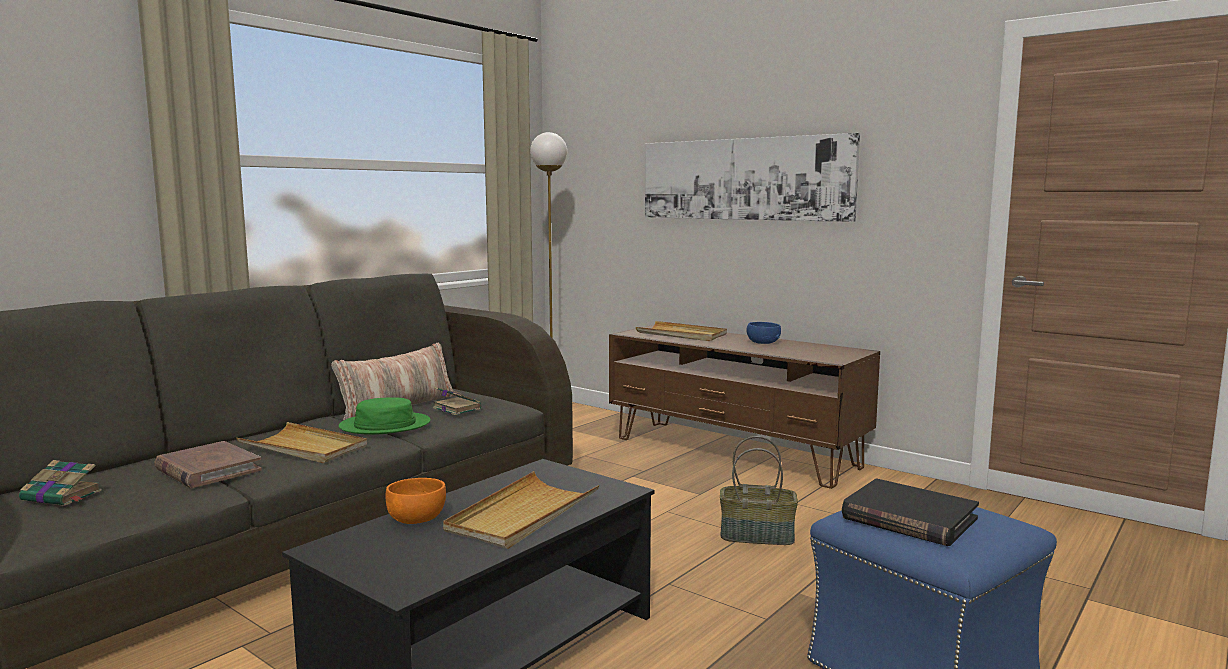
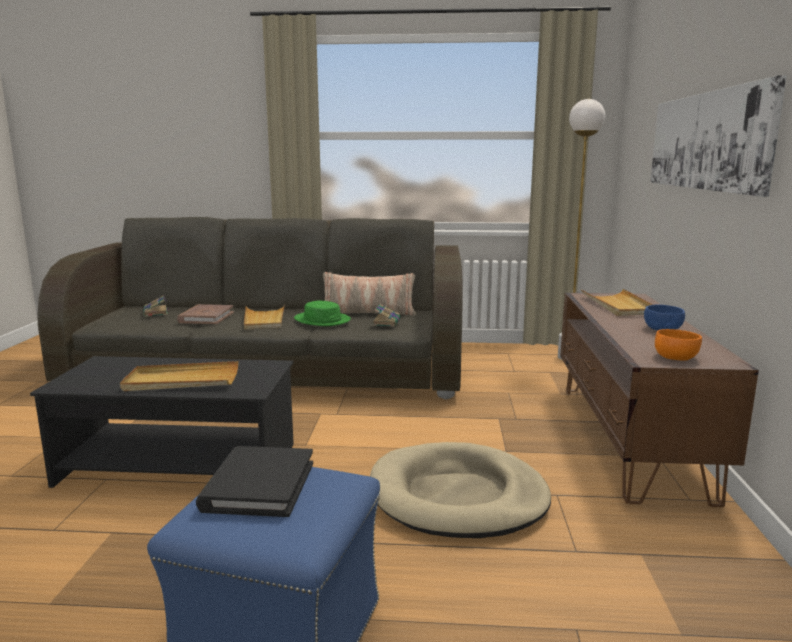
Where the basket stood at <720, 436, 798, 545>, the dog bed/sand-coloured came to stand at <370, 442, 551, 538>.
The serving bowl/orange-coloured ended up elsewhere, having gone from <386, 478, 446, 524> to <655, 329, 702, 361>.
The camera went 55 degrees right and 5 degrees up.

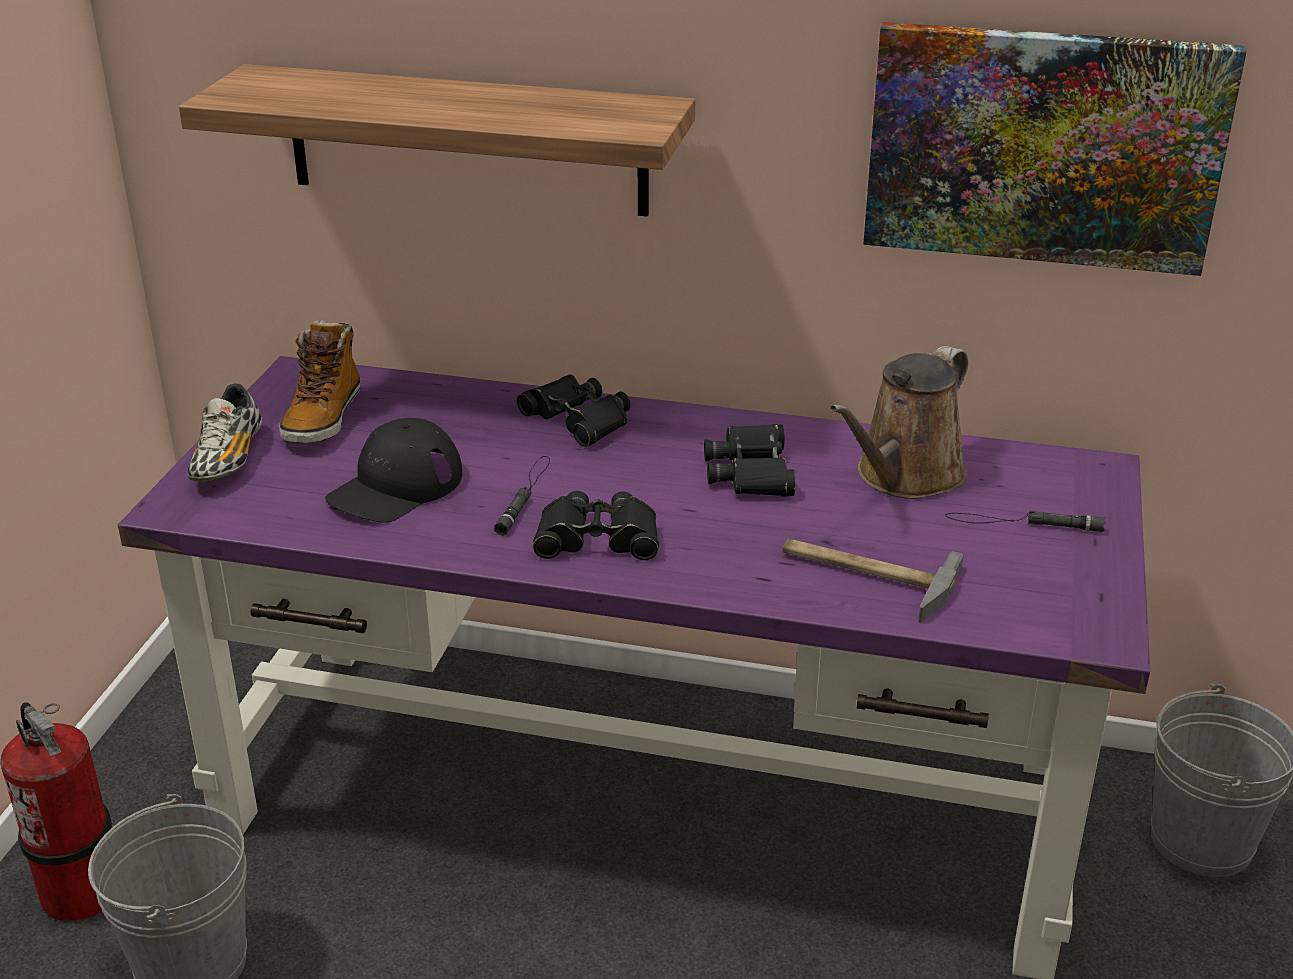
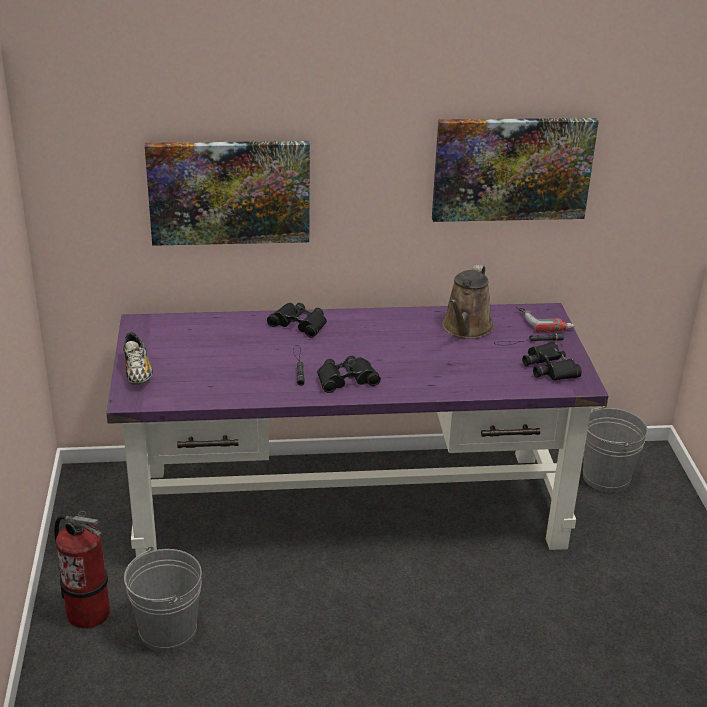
Where the bracket shelf hung at <179, 64, 695, 217>, the picture came to hang at <145, 141, 310, 246>.
The second view gained the power drill at <516, 306, 575, 332>.
The binoculars/blackish ended up elsewhere, having gone from <704, 424, 795, 497> to <522, 342, 582, 381>.
The second view lost the tall boot at <279, 320, 361, 444>.
The second view lost the cap/blackish at <325, 418, 462, 522>.
The second view lost the hammer at <782, 538, 963, 623>.
The camera went 20 degrees left and 0 degrees up.

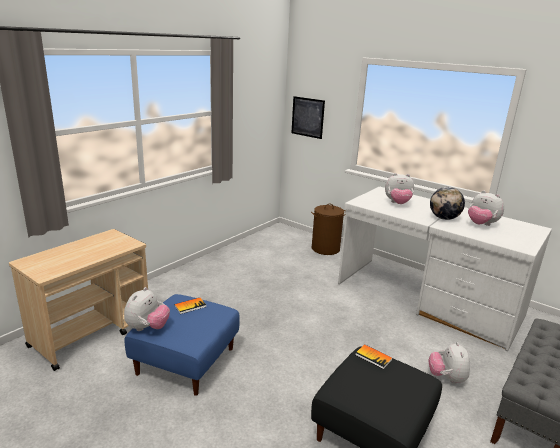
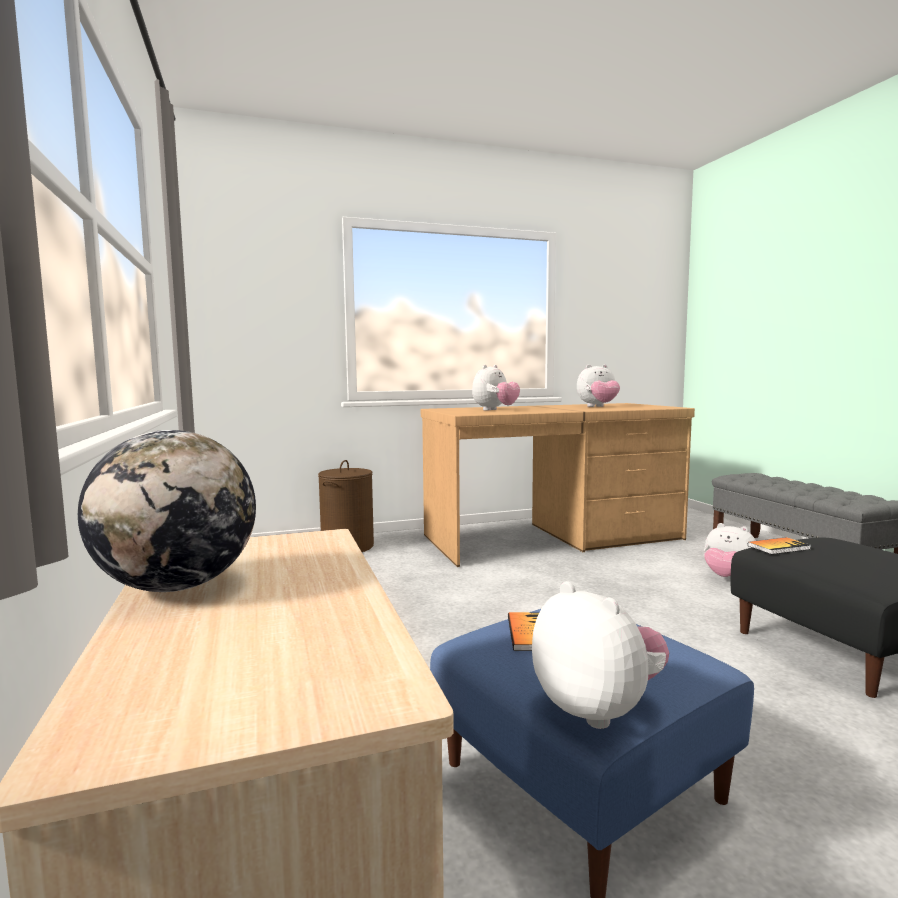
The world globe ended up elsewhere, having gone from <430, 187, 465, 220> to <78, 430, 256, 592>.
What was the desk/whitish at <338, 186, 552, 351> turned into the desk/brown-coloured at <421, 403, 695, 567>.
The second view lost the picture at <291, 96, 325, 139>.
The camera went 55 degrees left and 15 degrees down.

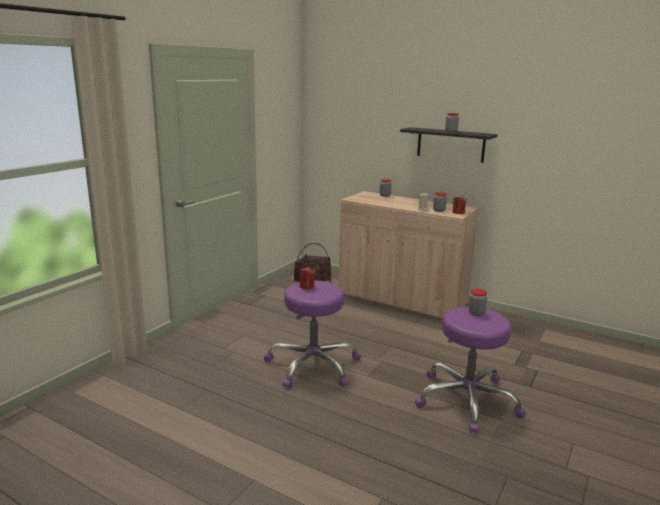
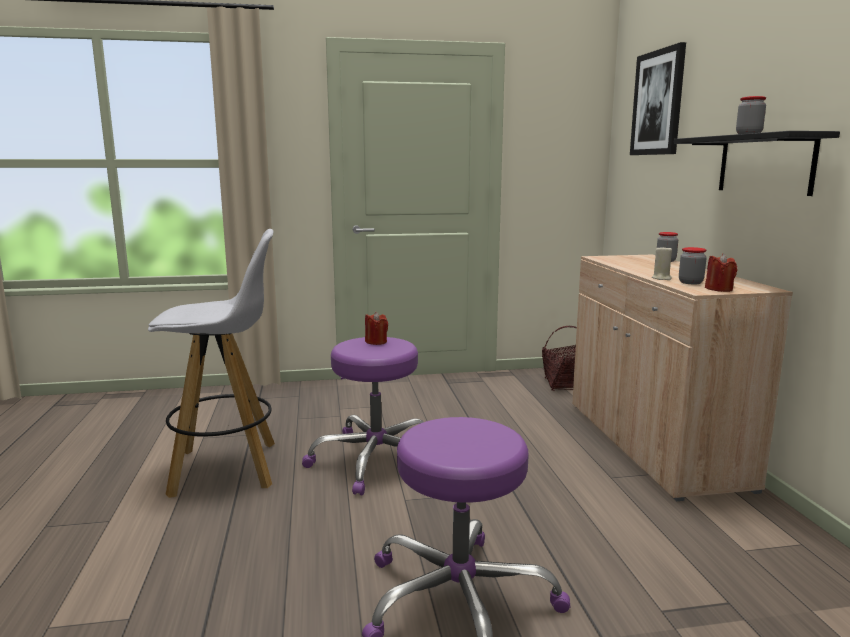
The second view gained the stool seat/whitish at <148, 229, 275, 498>.
The second view gained the picture at <630, 42, 686, 155>.
The second view lost the storage jar at <469, 289, 487, 316>.
The camera went 50 degrees right and 5 degrees down.

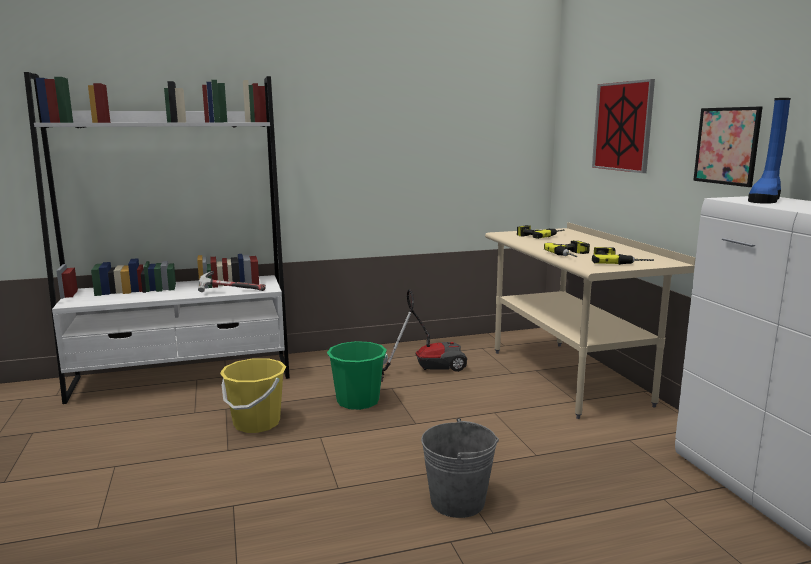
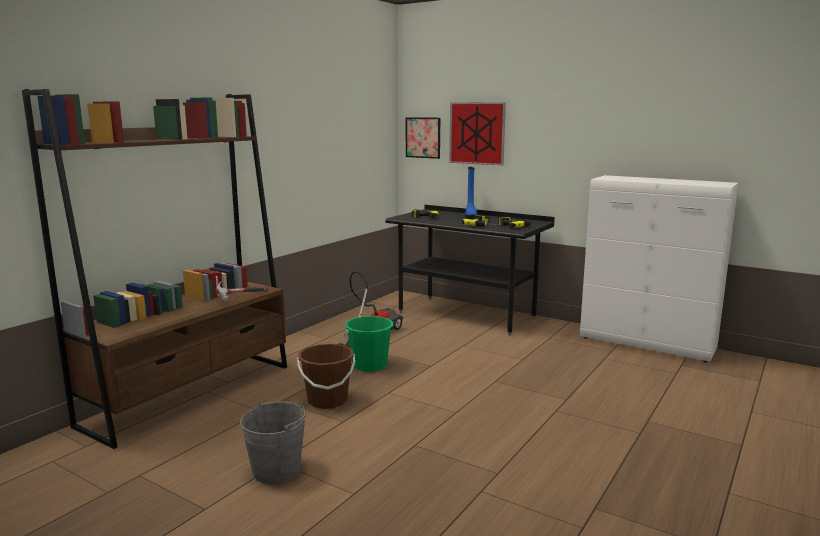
What was the shelving unit/whitish at <24, 72, 290, 404> turned into the shelving unit/brown-coloured at <22, 89, 287, 449>.
The pail/grey ended up elsewhere, having gone from <421, 418, 499, 518> to <240, 402, 306, 484>.
What was the pail/yellow at <220, 358, 286, 433> turned into the pail/brown-coloured at <297, 344, 355, 409>.
What was the desk/sand-coloured at <485, 222, 695, 419> turned into the desk/blackish at <385, 205, 555, 336>.
The picture ended up elsewhere, having gone from <693, 107, 763, 187> to <406, 117, 440, 159>.
The tall boot/blue-coloured ended up elsewhere, having gone from <748, 98, 791, 204> to <465, 167, 478, 219>.
The camera went 40 degrees left and 0 degrees up.

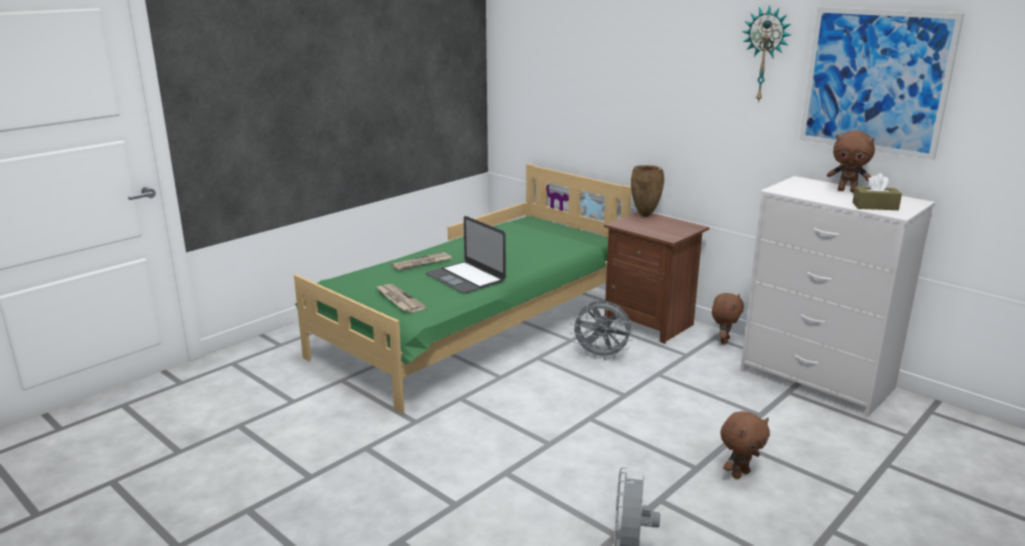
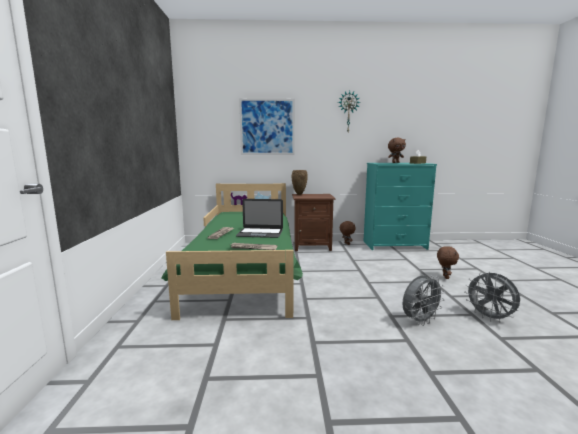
The picture ended up elsewhere, having gone from <800, 7, 964, 160> to <239, 98, 295, 155>.
What was the chest of drawers/whitish at <740, 176, 935, 417> turned into the chest of drawers/turquoise-coloured at <364, 163, 437, 250>.
The cooling fan/grey ended up elsewhere, having gone from <570, 301, 633, 361> to <402, 276, 444, 326>.
The camera went 45 degrees left and 10 degrees down.

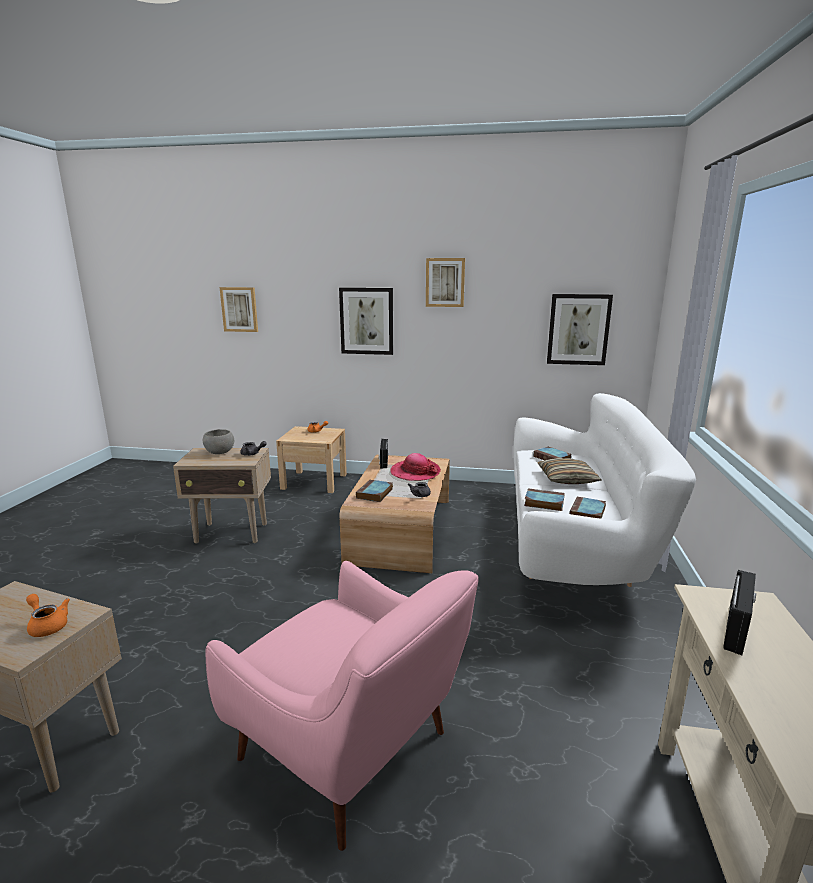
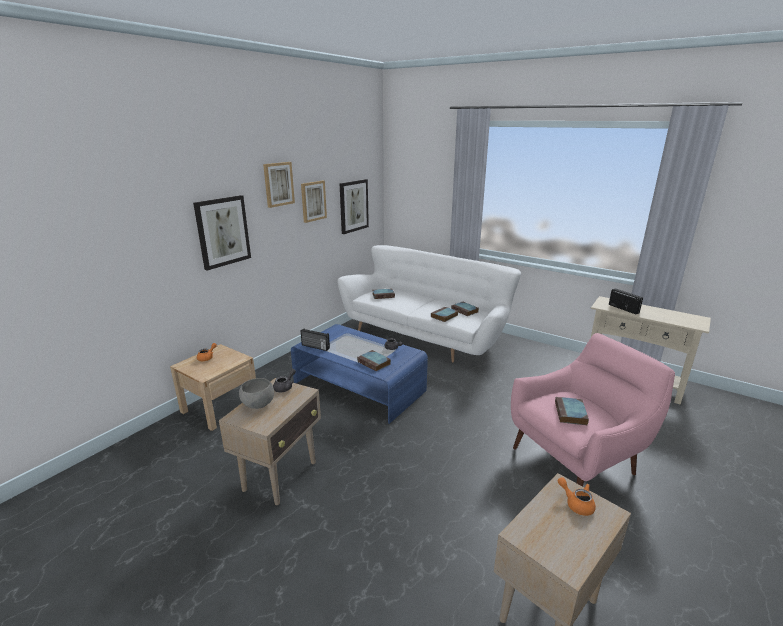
What was the lounge table/brown-coloured at <340, 455, 450, 573> turned into the lounge table/blue-coloured at <291, 324, 428, 424>.
The picture ended up elsewhere, having gone from <220, 287, 258, 332> to <301, 181, 327, 223>.
The second view gained the bound book at <555, 397, 589, 425>.
The pot for tea/orange-coloured at <26, 594, 70, 637> ended up facing another way, 75 degrees clockwise from before.
The second view lost the clothing hat at <390, 453, 441, 481>.
The second view lost the throw pillow at <537, 458, 601, 484>.
The camera went 65 degrees left and 5 degrees up.

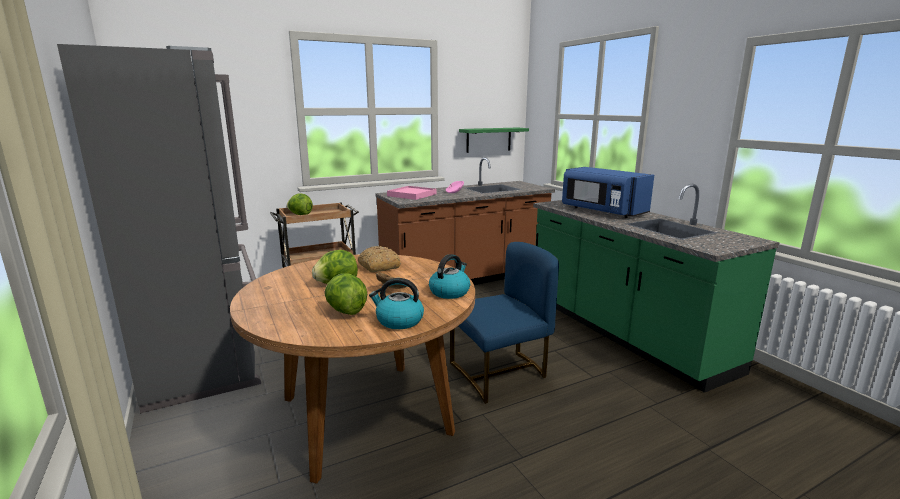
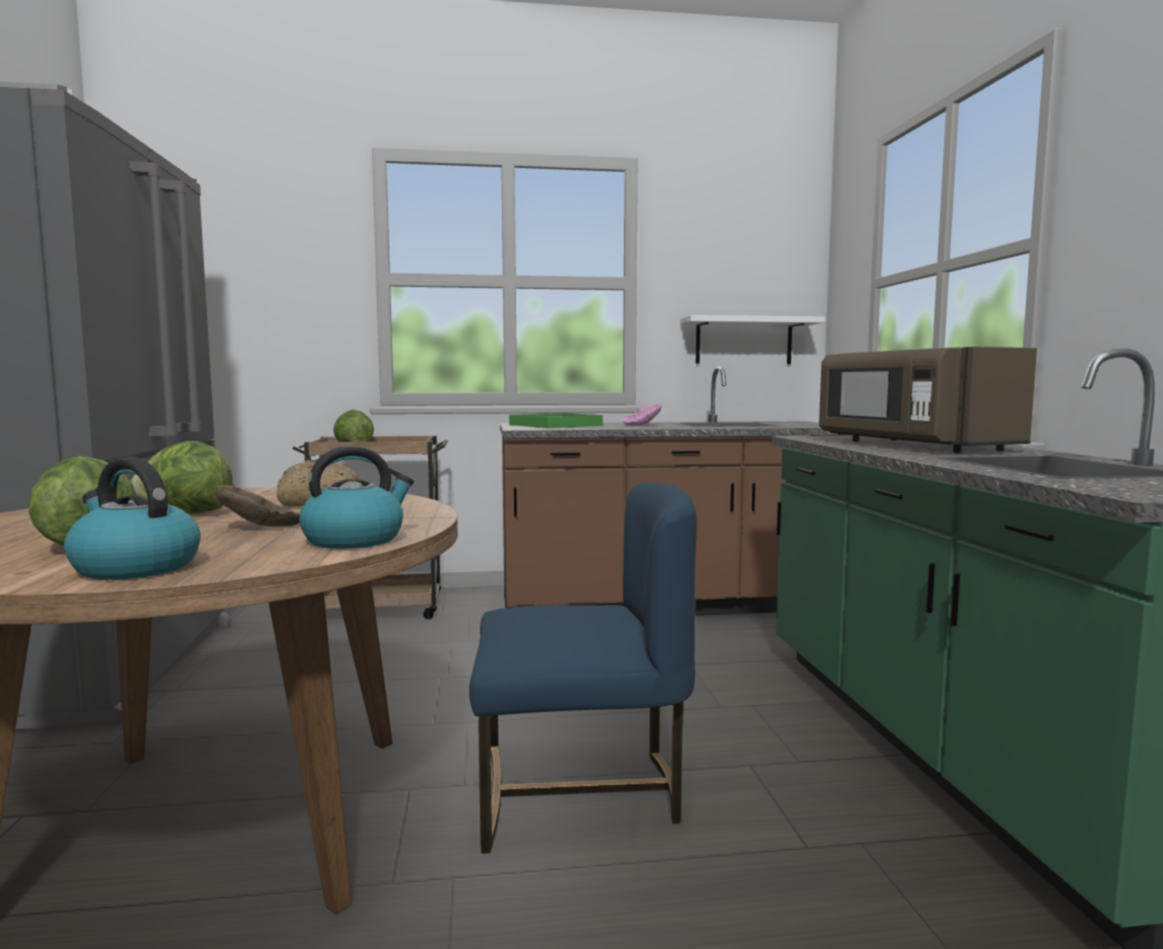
What was the serving tray/pink at <387, 186, 436, 200> turned into the serving tray/greenish at <509, 413, 603, 428>.
What was the bracket shelf/greenish at <459, 128, 529, 153> turned into the bracket shelf/whitish at <680, 315, 824, 364>.
What was the microwave/blue-coloured at <562, 167, 654, 218> turned into the microwave/brown-coloured at <819, 347, 1037, 453>.
The camera went 20 degrees right and 10 degrees down.

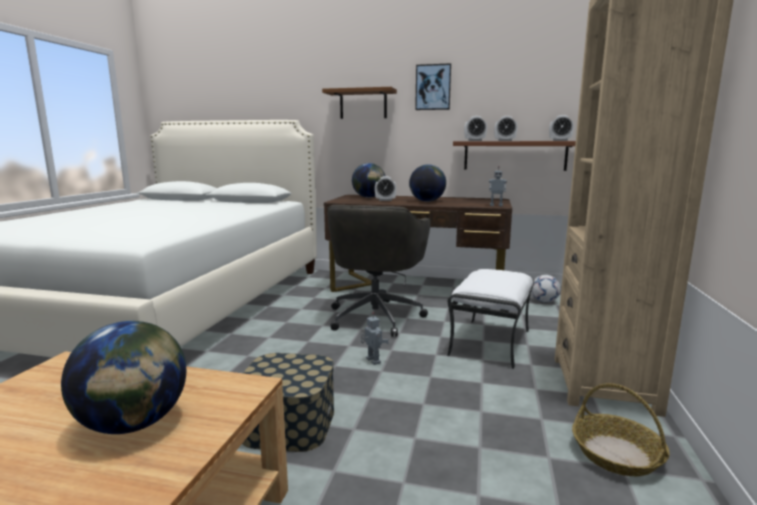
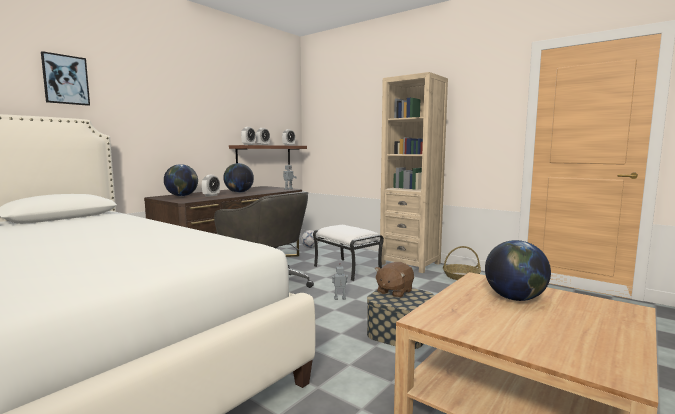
The picture ended up elsewhere, having gone from <415, 63, 451, 110> to <41, 51, 90, 106>.
The second view gained the soft toy/brown-coloured at <375, 262, 414, 298>.
The second view lost the bracket shelf/brown-coloured at <322, 87, 397, 119>.
The camera went 65 degrees left and 5 degrees down.

